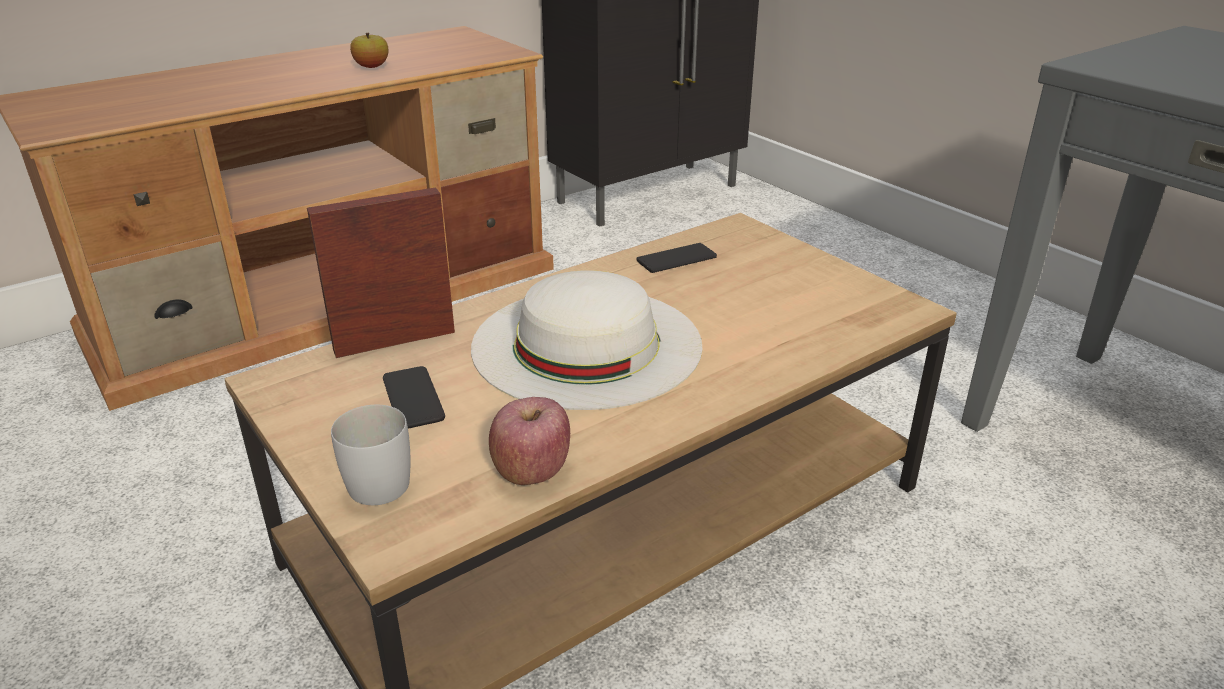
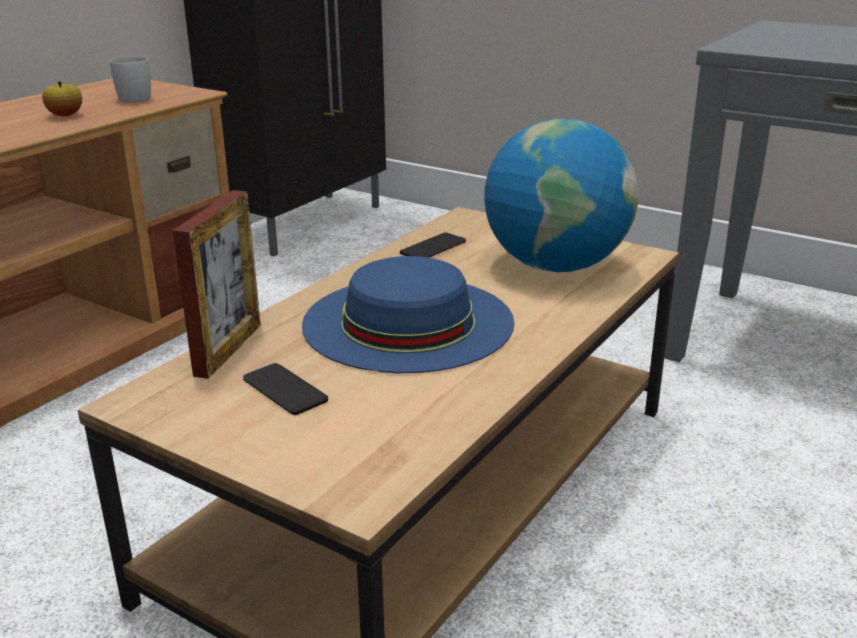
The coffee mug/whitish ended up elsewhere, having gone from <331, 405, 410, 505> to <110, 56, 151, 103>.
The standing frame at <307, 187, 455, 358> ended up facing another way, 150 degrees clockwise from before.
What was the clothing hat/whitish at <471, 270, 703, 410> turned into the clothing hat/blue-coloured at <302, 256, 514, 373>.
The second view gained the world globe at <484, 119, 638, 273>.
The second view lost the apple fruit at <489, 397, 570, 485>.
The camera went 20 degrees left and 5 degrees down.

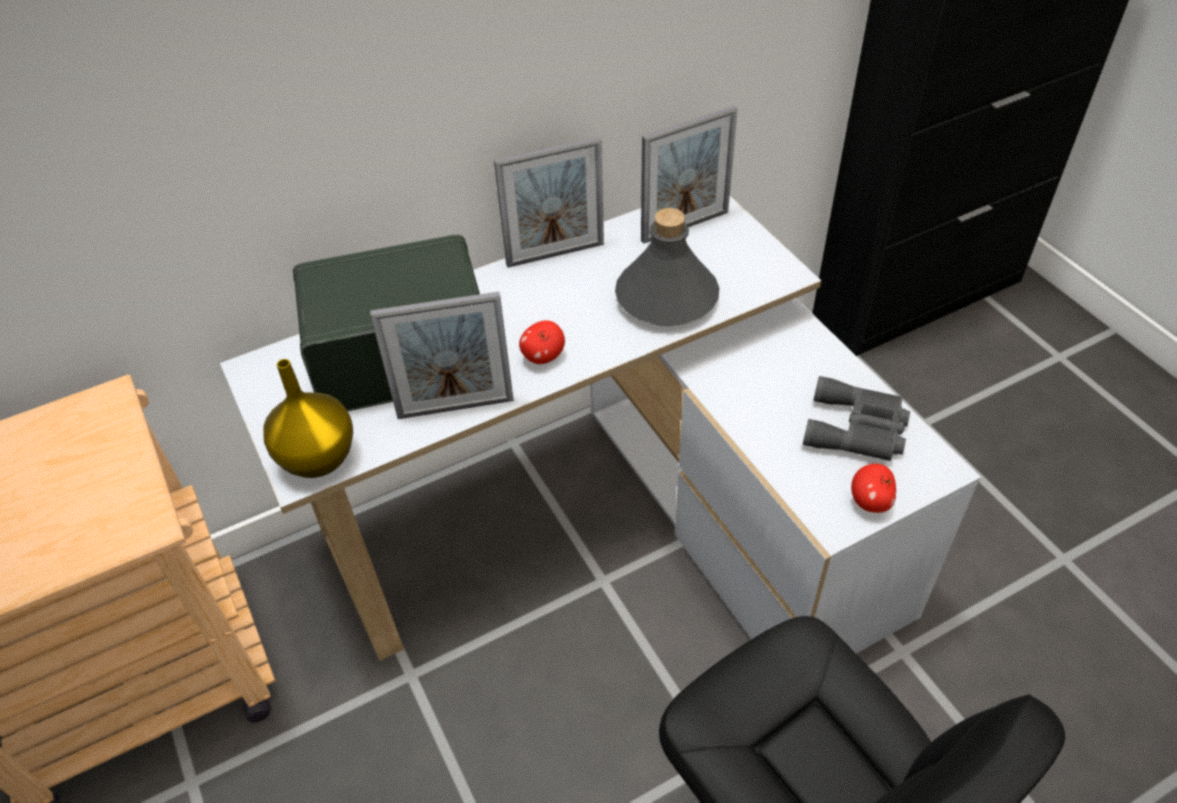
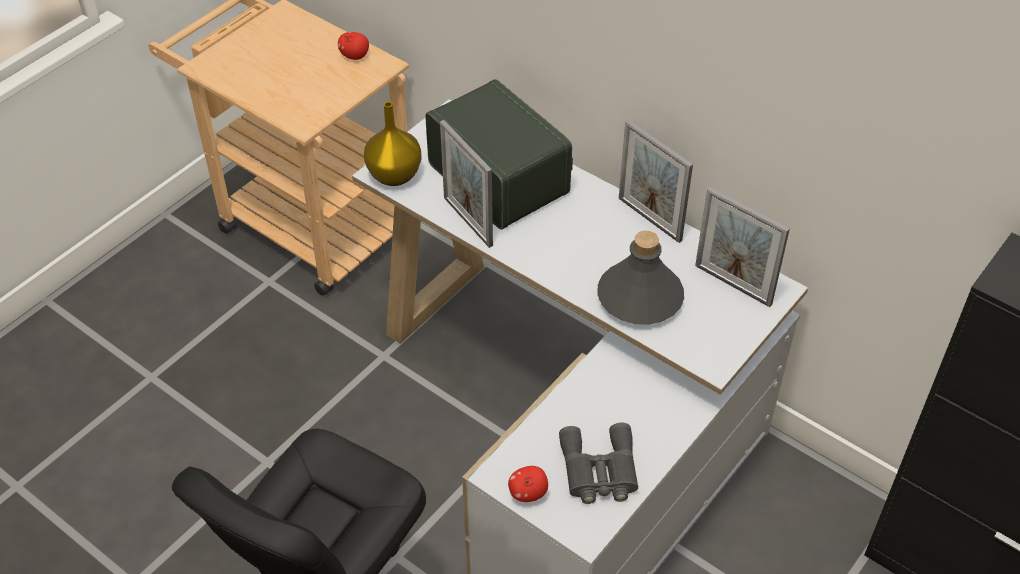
The apple fruit ended up elsewhere, having gone from <519, 320, 565, 364> to <338, 32, 369, 60>.
The camera went 65 degrees right and 0 degrees up.

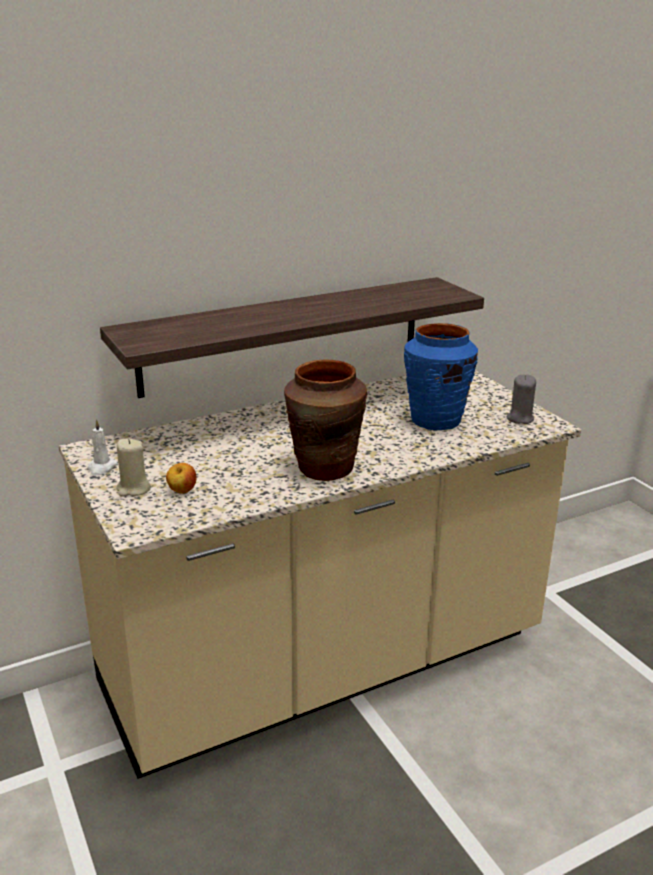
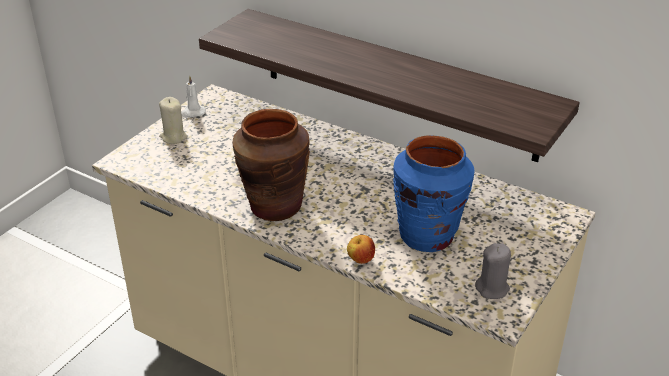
The apple fruit ended up elsewhere, having gone from <166, 463, 197, 494> to <347, 235, 375, 264>.
The camera went 60 degrees right and 10 degrees up.

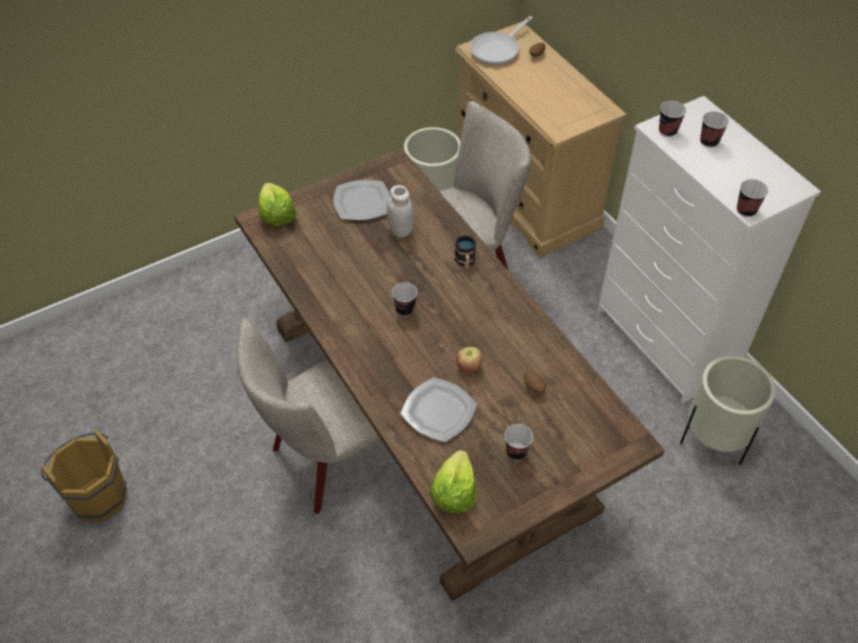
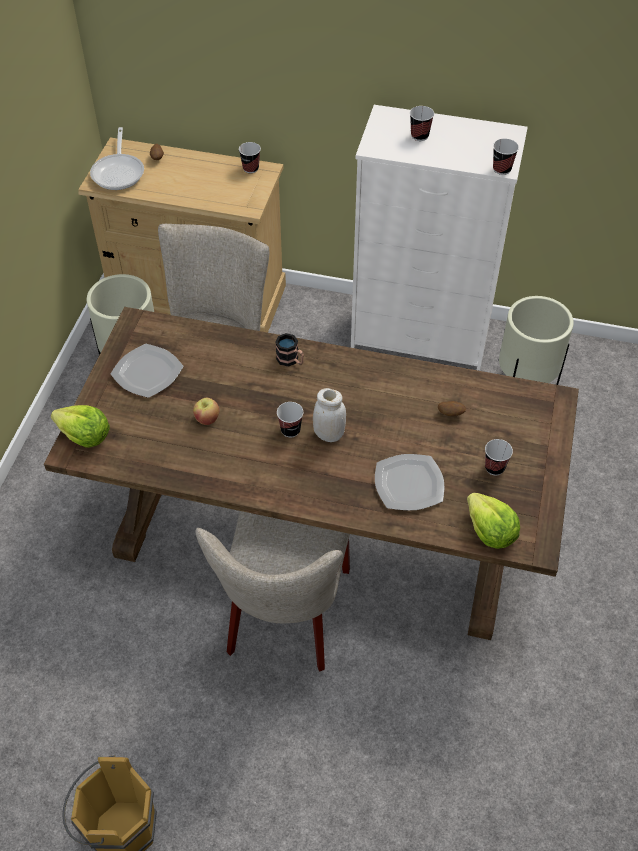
The apple fruit ended up elsewhere, having gone from <456, 347, 482, 373> to <193, 398, 220, 425>.
The drinking cup ended up elsewhere, having gone from <659, 101, 686, 137> to <239, 142, 261, 173>.
The storage jar/whitish ended up elsewhere, having gone from <387, 185, 414, 238> to <313, 388, 346, 442>.
The camera went 45 degrees left and 0 degrees up.

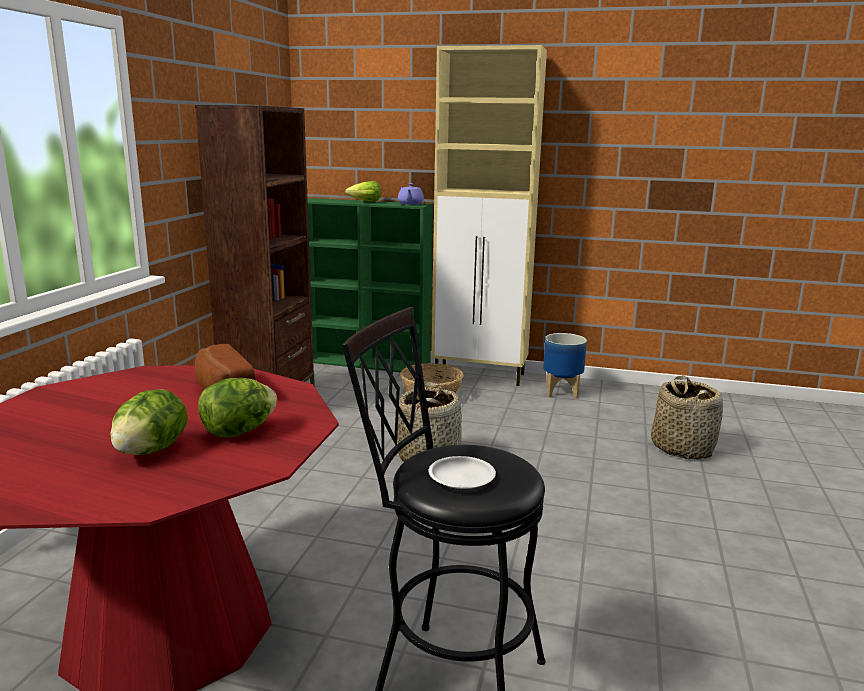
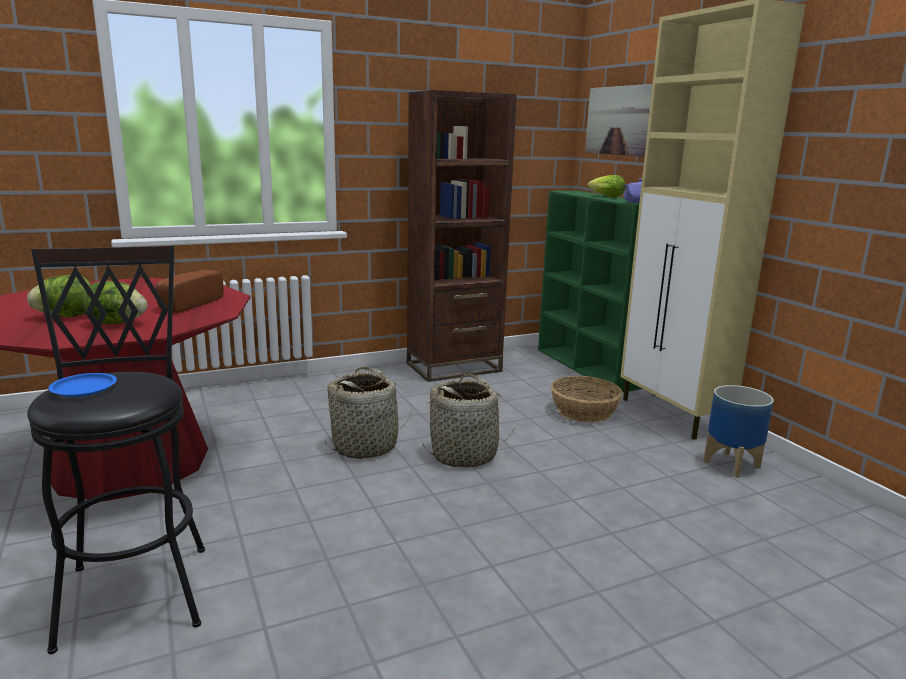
What was the flat dish/whitish at <428, 456, 496, 489> turned into the flat dish/blue-coloured at <48, 373, 117, 397>.
The basket ended up elsewhere, having gone from <651, 375, 723, 460> to <324, 366, 411, 459>.
The second view gained the picture at <585, 84, 652, 157>.
The camera went 50 degrees right and 0 degrees up.

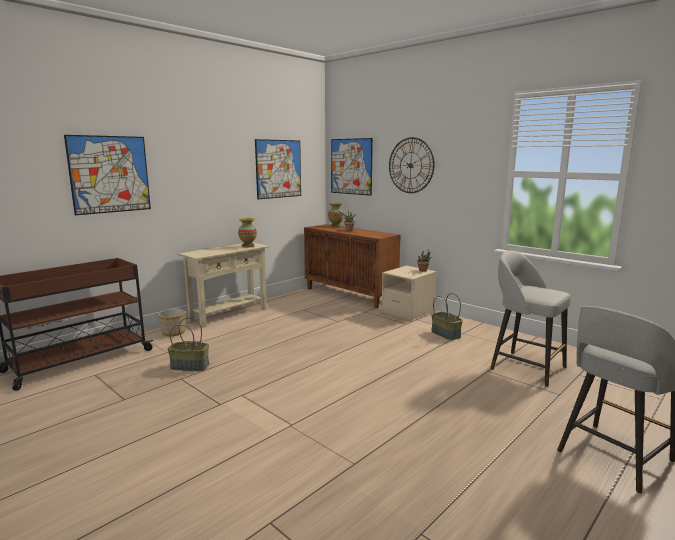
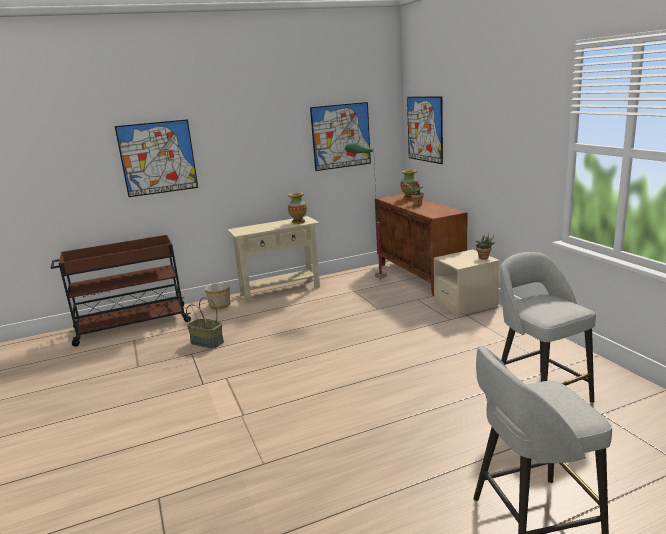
The second view gained the standard lamp/greenish at <345, 142, 387, 279>.
The second view lost the hanging clock at <389, 137, 435, 193>.
The second view lost the basket at <431, 293, 463, 340>.
The camera went 25 degrees right and 5 degrees up.

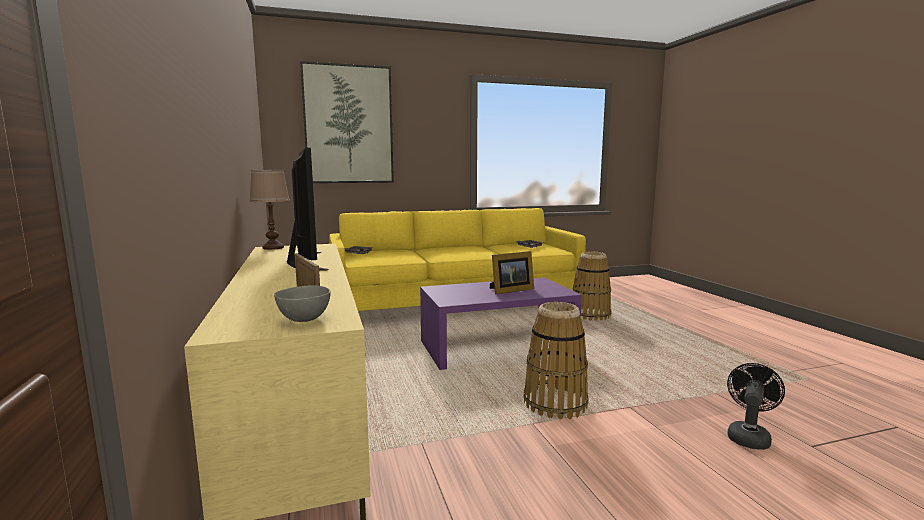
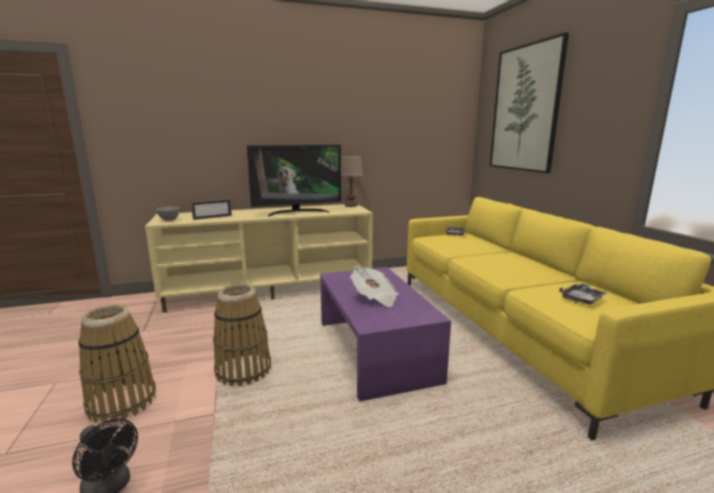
The basket ended up elsewhere, having gone from <573, 251, 611, 321> to <78, 305, 156, 424>.
Where the standing frame stood at <490, 251, 534, 294>, the newspaper came to stand at <350, 266, 399, 307>.
The camera went 90 degrees right and 5 degrees up.

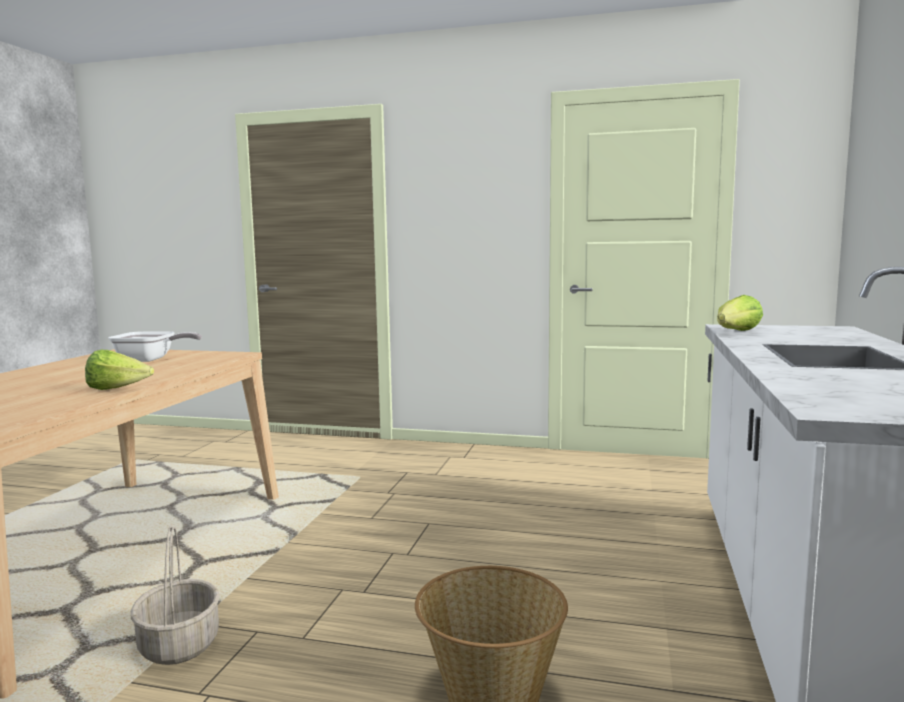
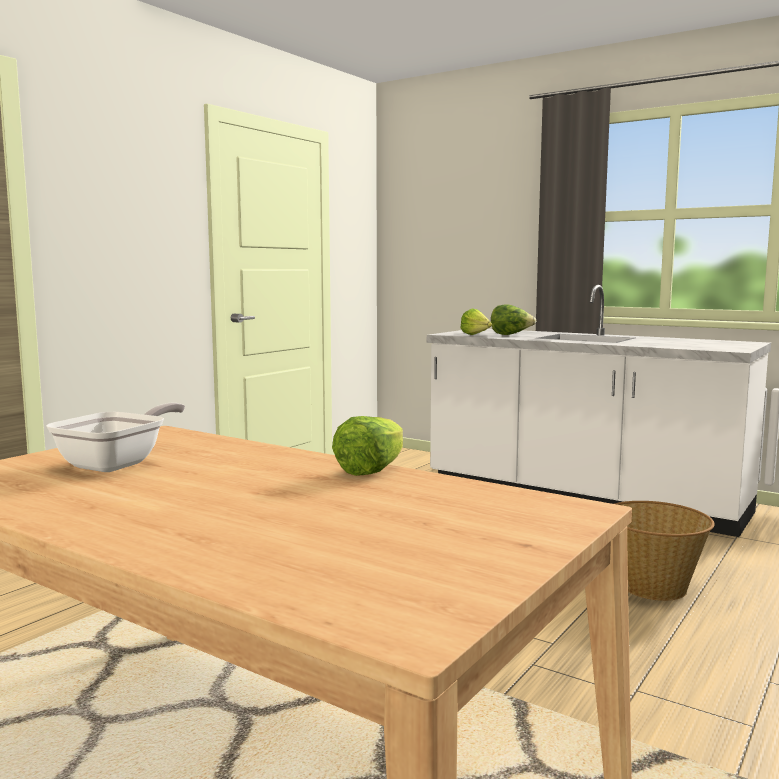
The second view gained the head of lettuce at <491, 304, 536, 335>.
The second view lost the basket at <131, 526, 220, 665>.
The camera went 70 degrees left and 0 degrees up.

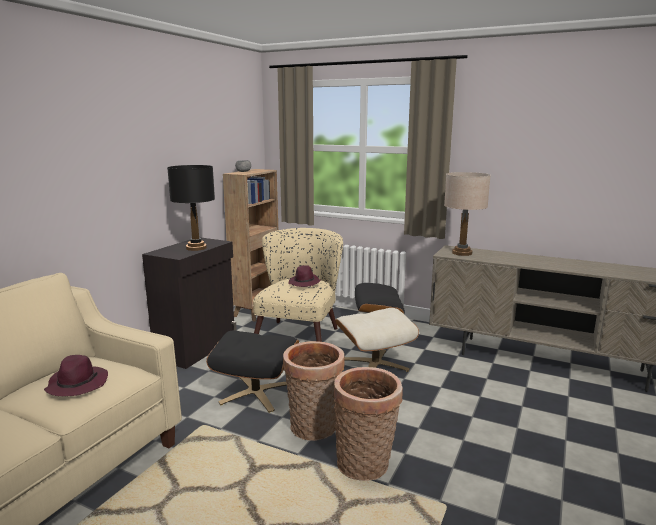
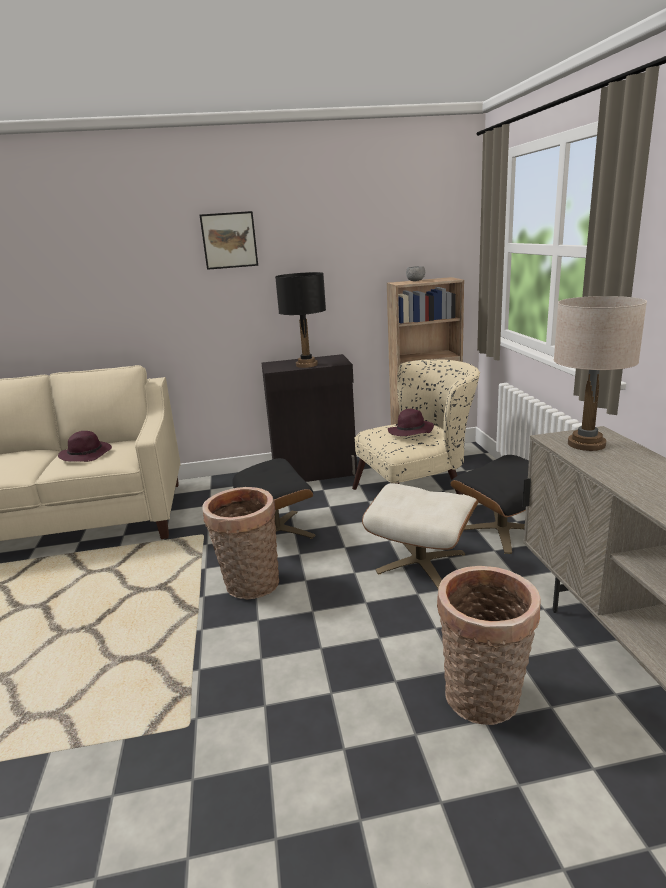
The second view gained the picture at <200, 211, 258, 270>.
The basket ended up elsewhere, having gone from <333, 367, 403, 481> to <437, 566, 541, 725>.
The camera went 55 degrees right and 5 degrees up.

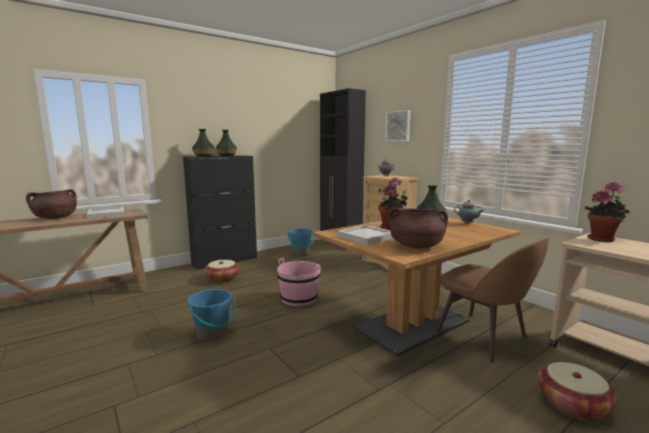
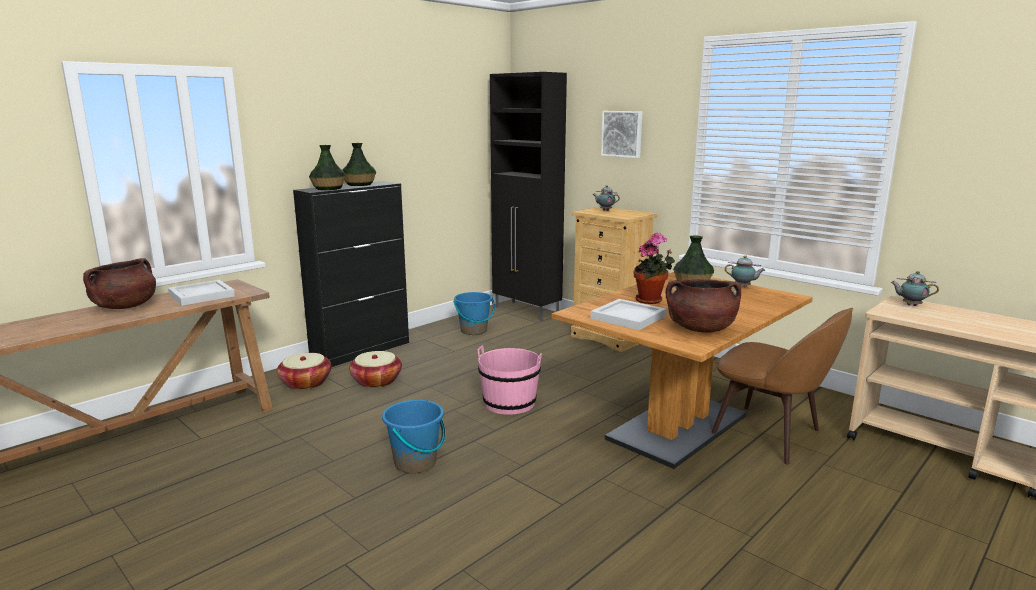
The basket ended up elsewhere, having gone from <538, 362, 617, 420> to <277, 353, 331, 390>.
Where the houseplant stood at <585, 182, 630, 242>, the pot for tea came to stand at <890, 271, 939, 306>.
The camera went 10 degrees left and 5 degrees up.

